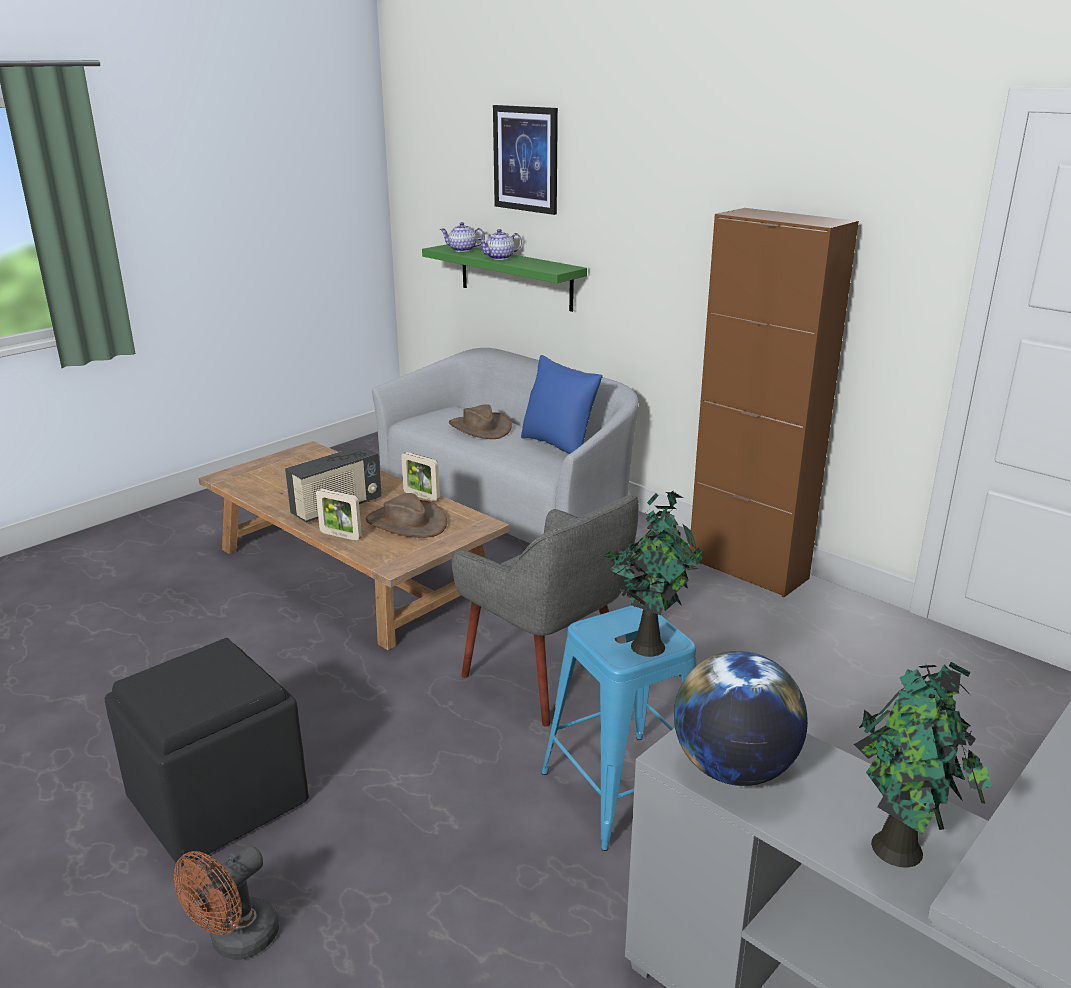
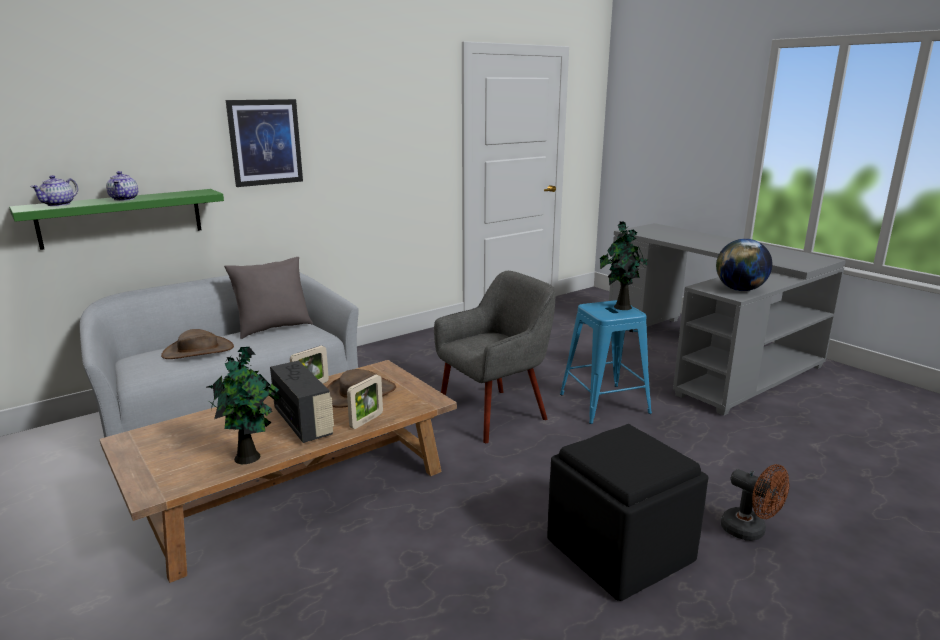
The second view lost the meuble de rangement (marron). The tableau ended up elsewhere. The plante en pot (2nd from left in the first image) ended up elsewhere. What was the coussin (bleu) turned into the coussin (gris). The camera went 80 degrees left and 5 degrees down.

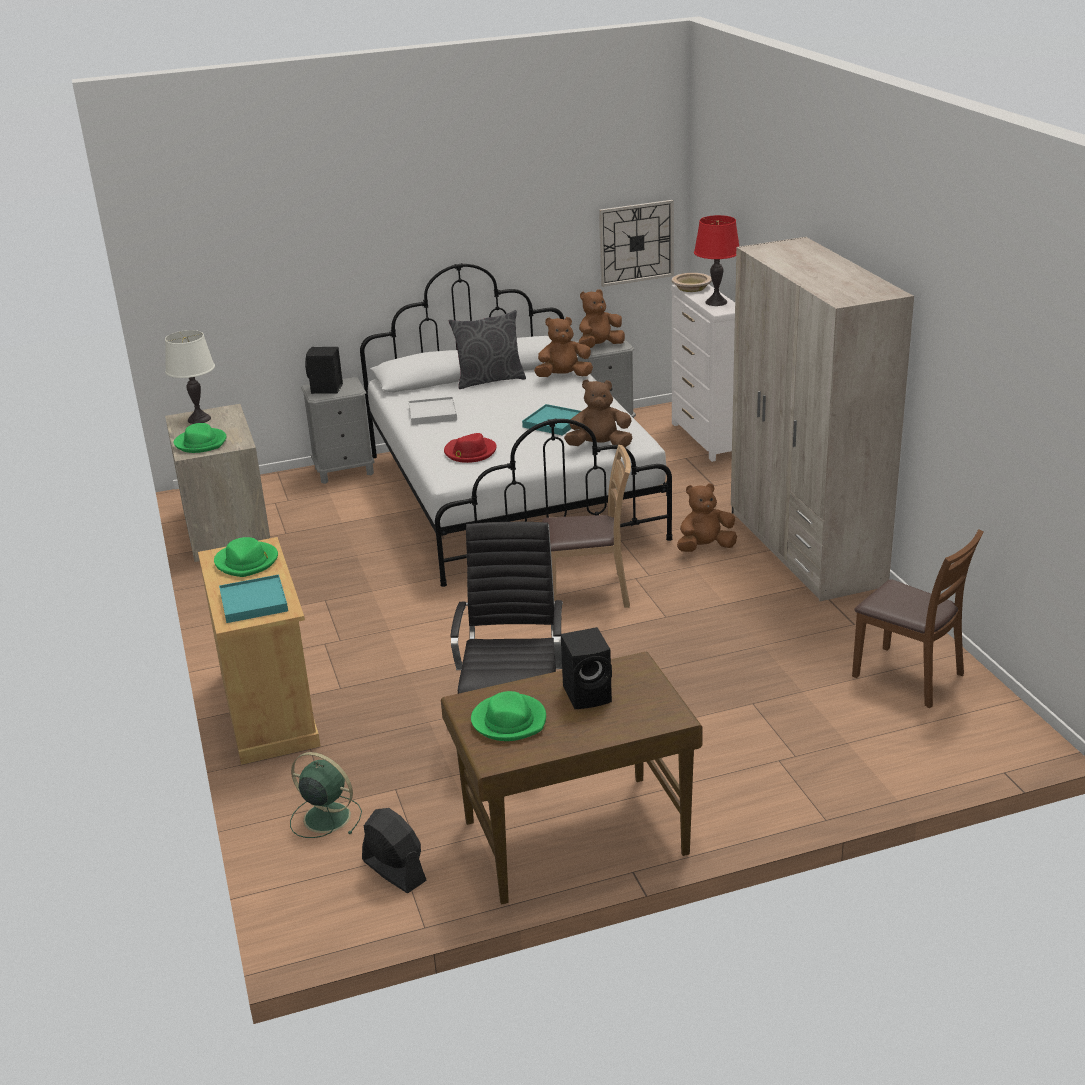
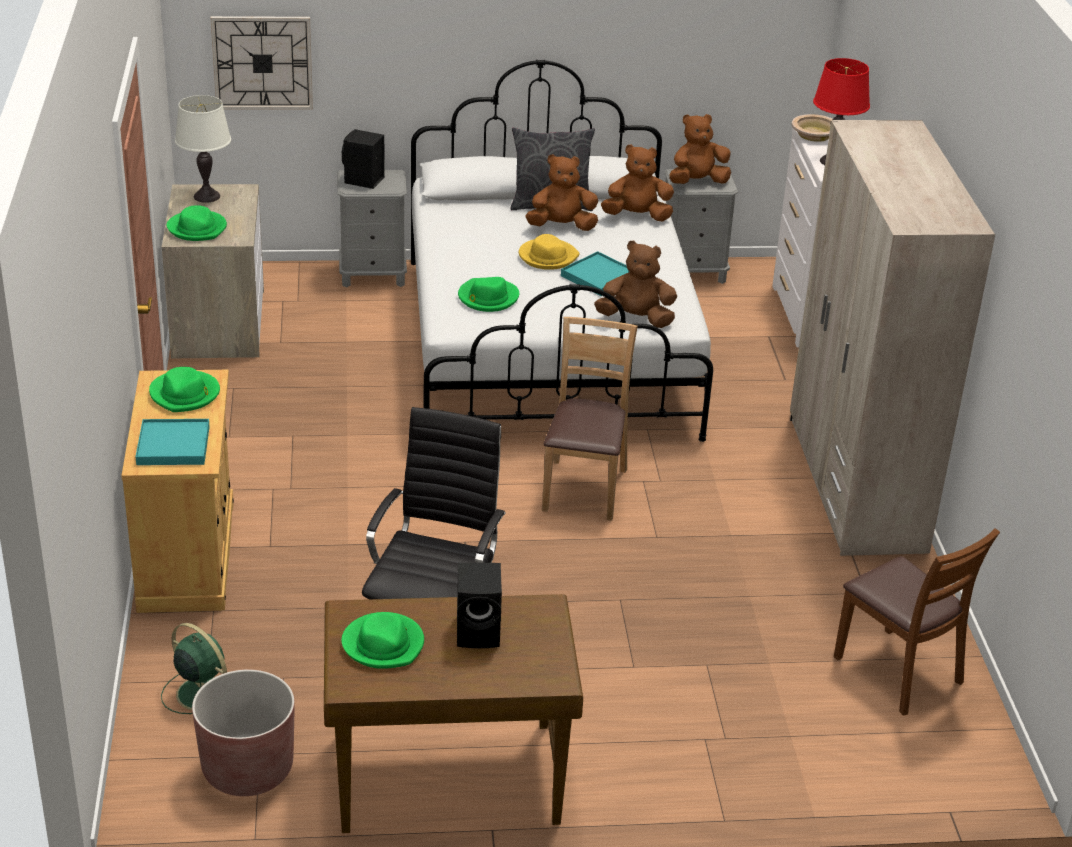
The second view lost the plateau (blanc). The second view gained the chapeau (jaune). The horloge murale ended up elsewhere. The peluche (marron) (4th from left in the first image) ended up elsewhere. Where the ventilateur (noir) stood, the cache-pot (marron) came to stand. What was the chapeau (rouge) turned into the chapeau (vert) (4th from left). The chaise (marron) (1st from left) ended up facing another way, 90 degrees counterclockwise from before. The camera went 10 degrees right and 5 degrees up.

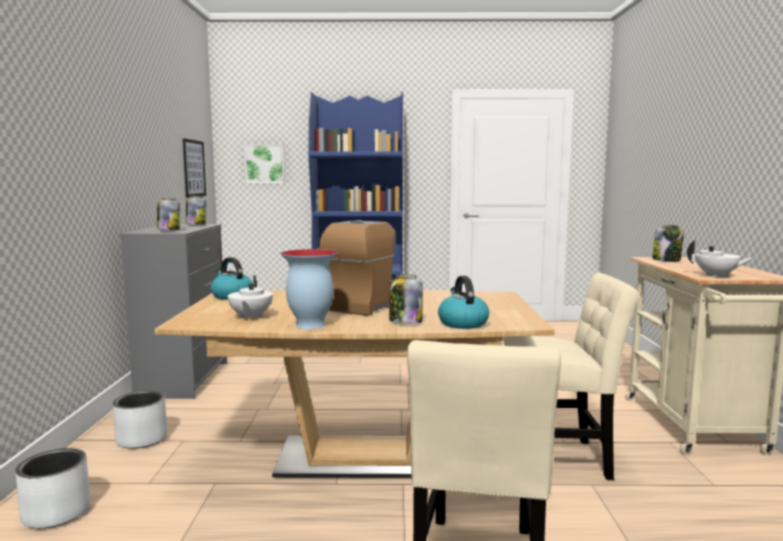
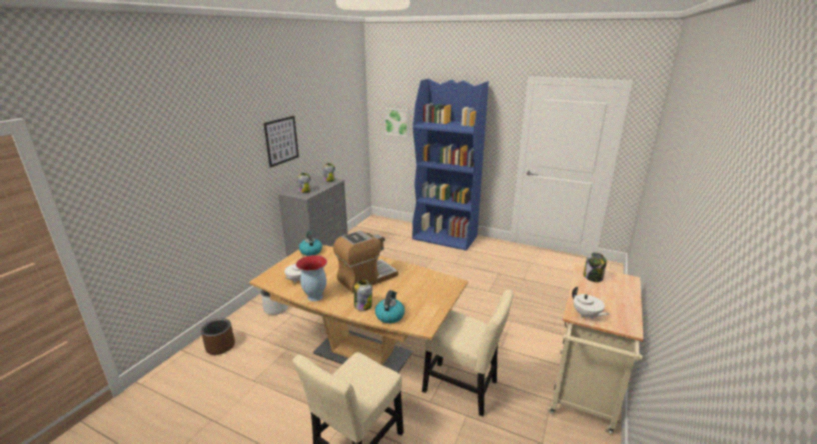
The tableau (1st from left) ended up elsewhere. What was the cache-pot (gris) (1st from left) turned into the cache-pot (marron). The camera went 25 degrees right and 15 degrees up.

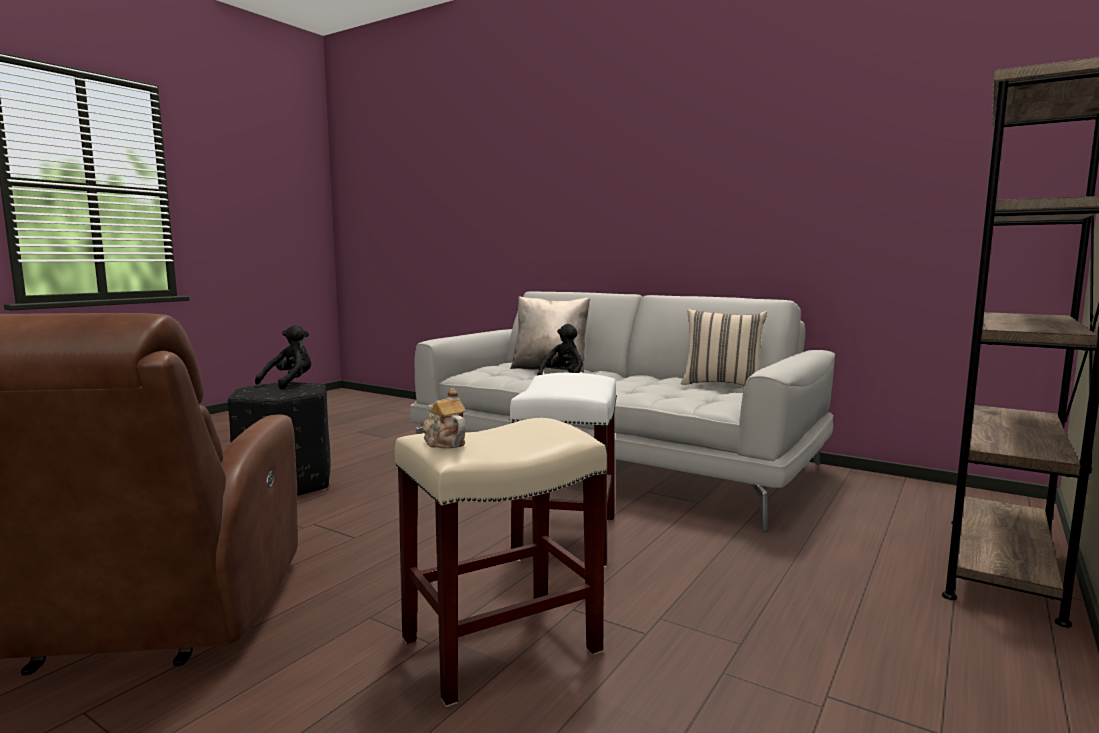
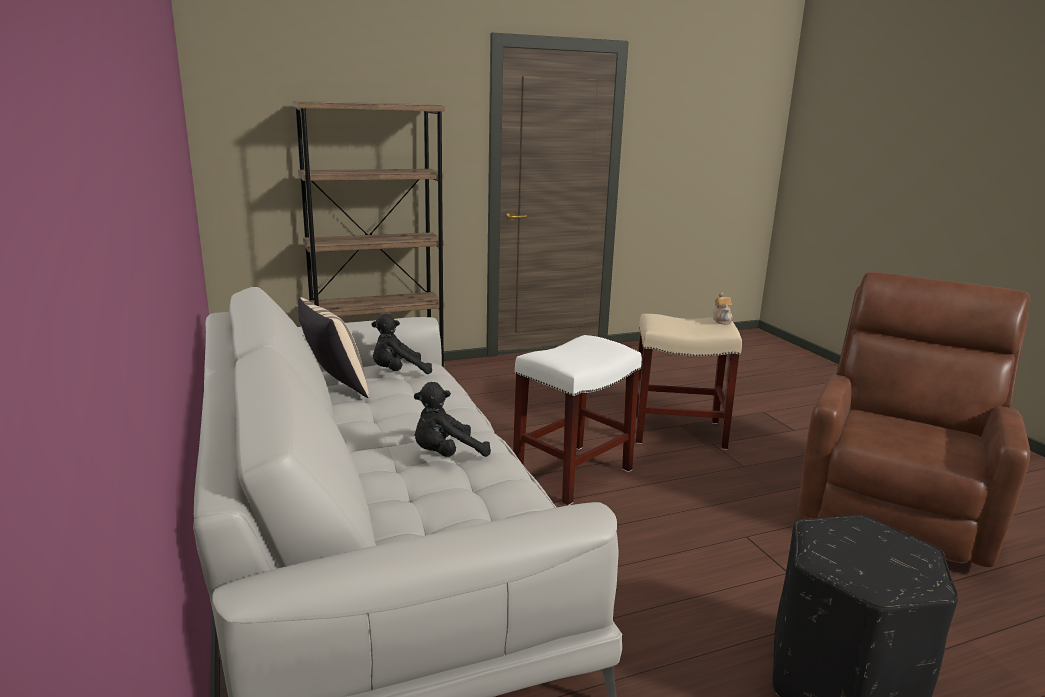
The second view lost the coussin (beige) (1st from left). The peluche (noir) (1st from left) ended up elsewhere. The camera went 145 degrees left and 10 degrees up.

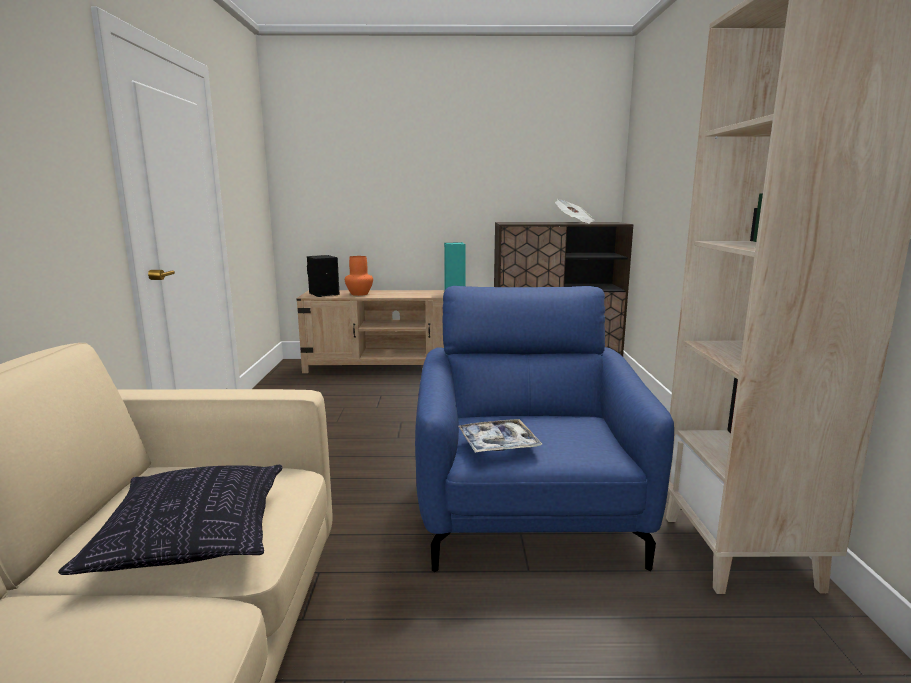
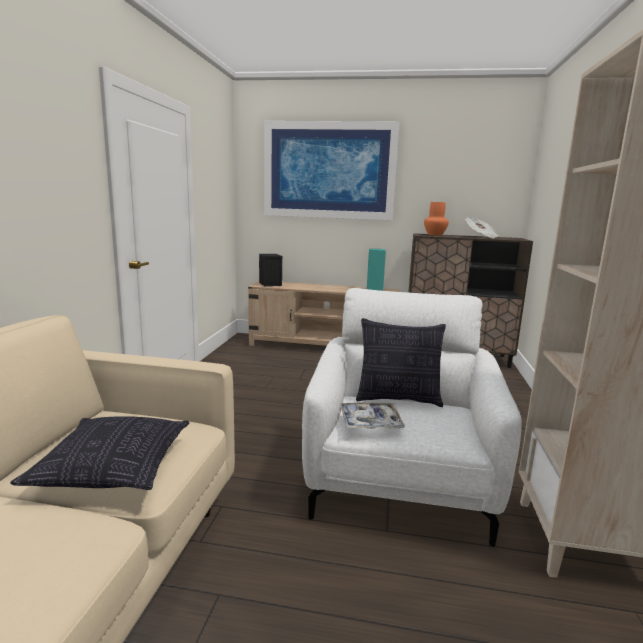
The second view gained the tableau. The second view gained the coussin (2nd from left). The vase (orange) ended up elsewhere. What was the fauteuil (bleu) turned into the fauteuil (blanc). The camera went 10 degrees right and 0 degrees up.

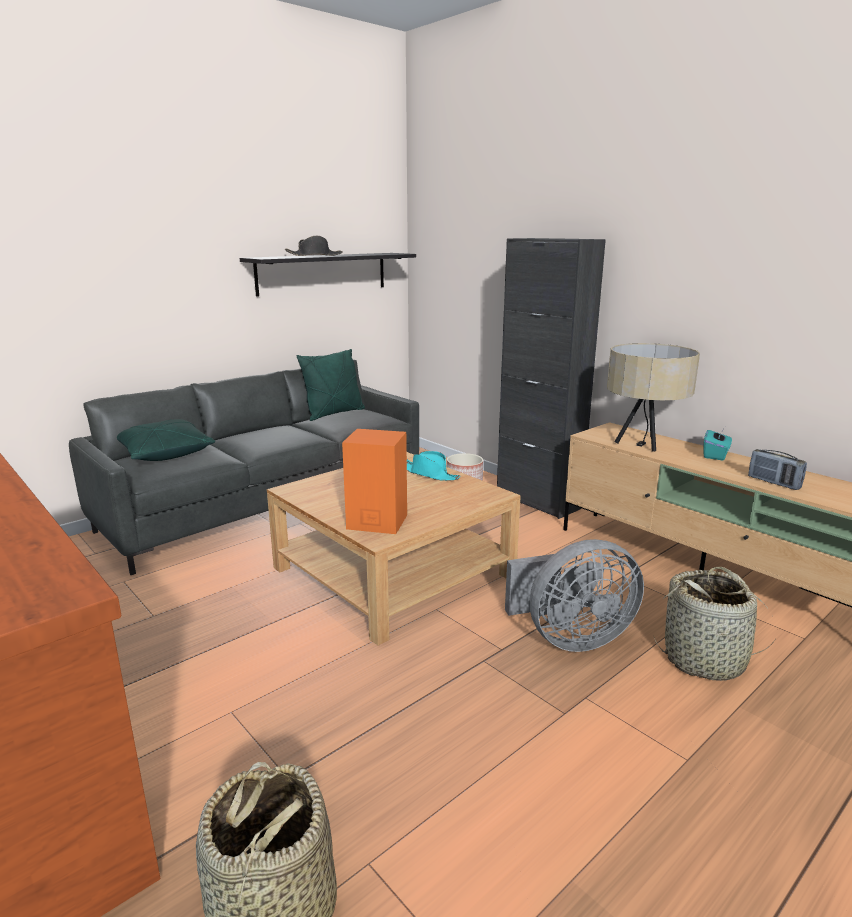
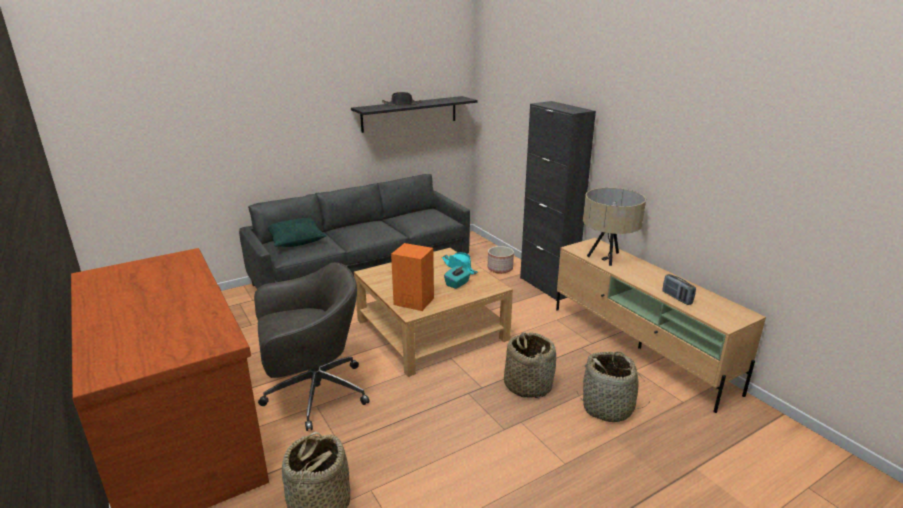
The second view lost the coussin (vert) (2nd from left). The second view gained the chaise de bureau (gris). The boîte à mouchoirs (turquoise) ended up elsewhere. Where the ventilateur (gris) stood, the panier (2nd from left) came to stand. The camera went 10 degrees right and 5 degrees up.

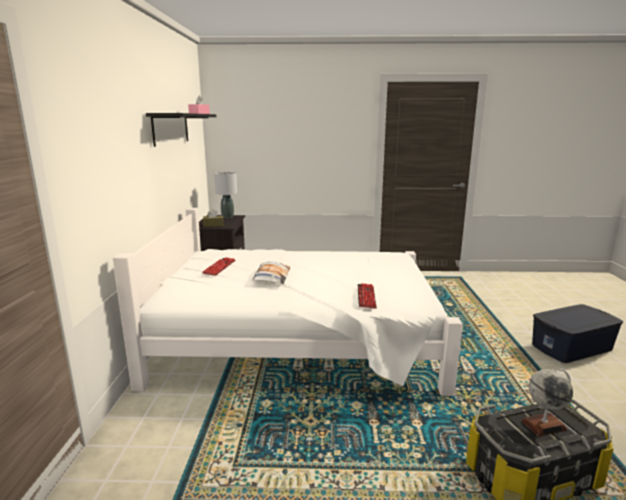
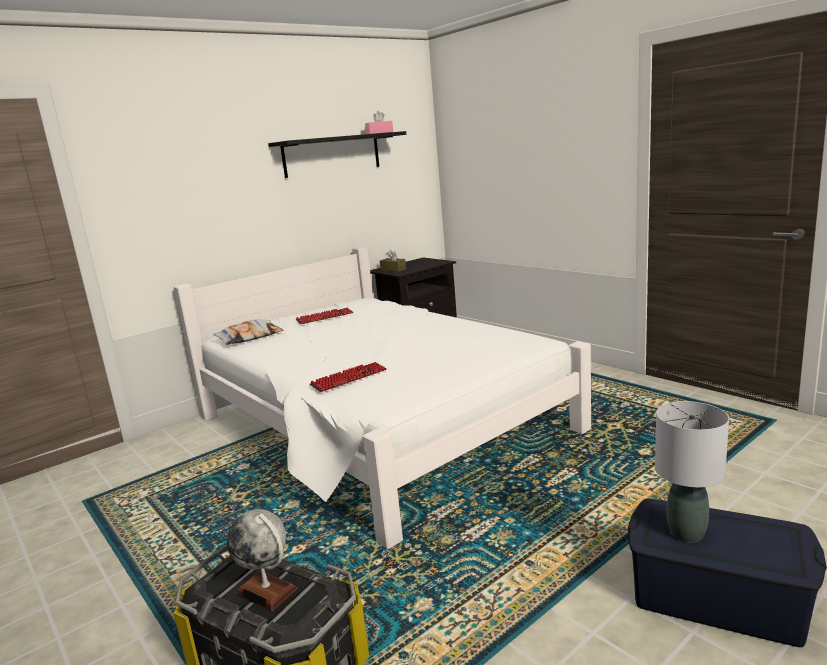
The lampe de table (gris) ended up elsewhere. The coussin ended up elsewhere. The camera went 50 degrees right and 0 degrees up.

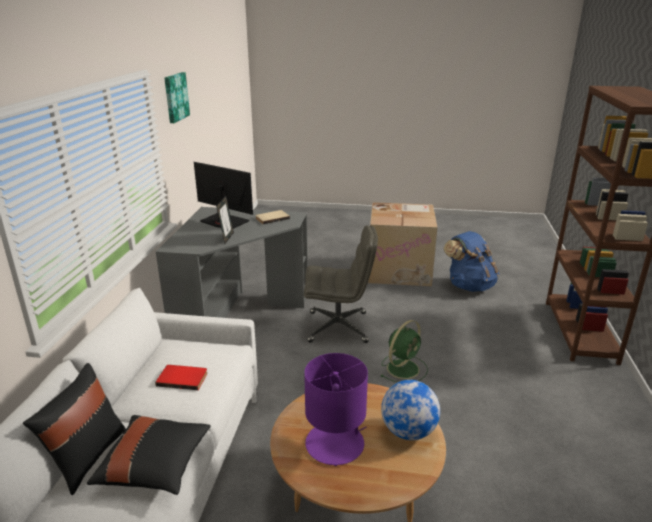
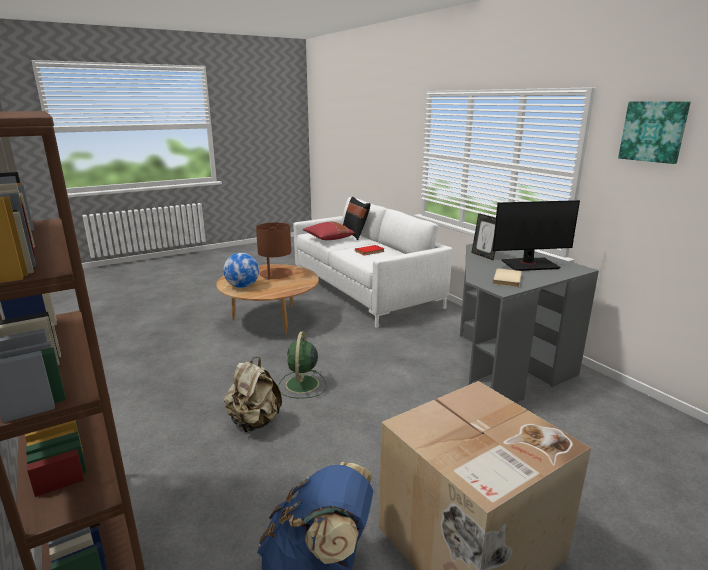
The second view lost the chaise de bureau (gris). The second view gained the sac à dos (beige). What was the coussin (noir) (2nd from left) turned into the coussin (rouge). What was the lampe de table (violet) turned into the lampe de table (marron). The camera went 140 degrees right and 5 degrees down.

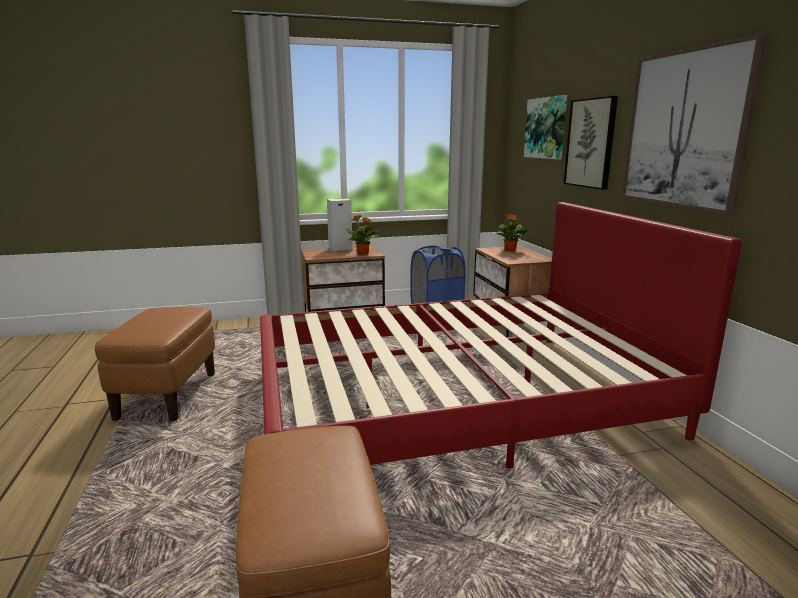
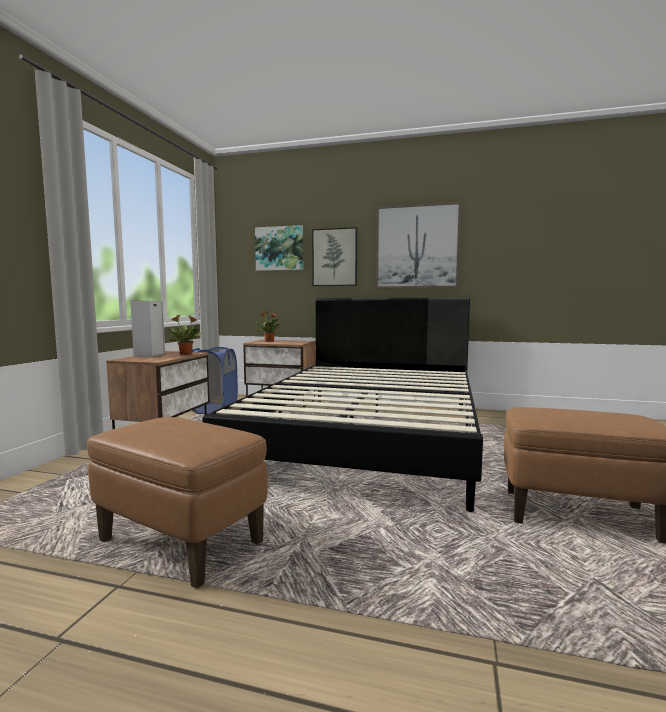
What was the lit (rouge) turned into the lit (noir). The camera went 60 degrees left and 10 degrees down.

